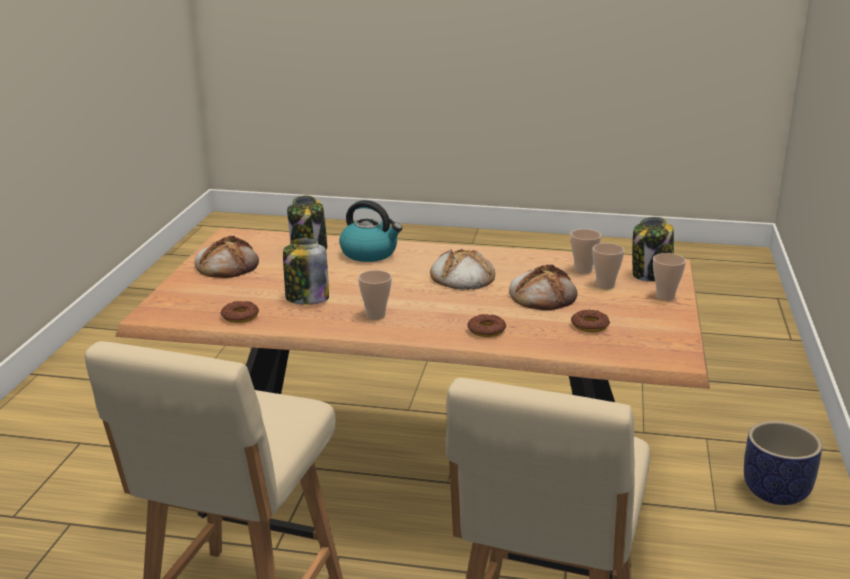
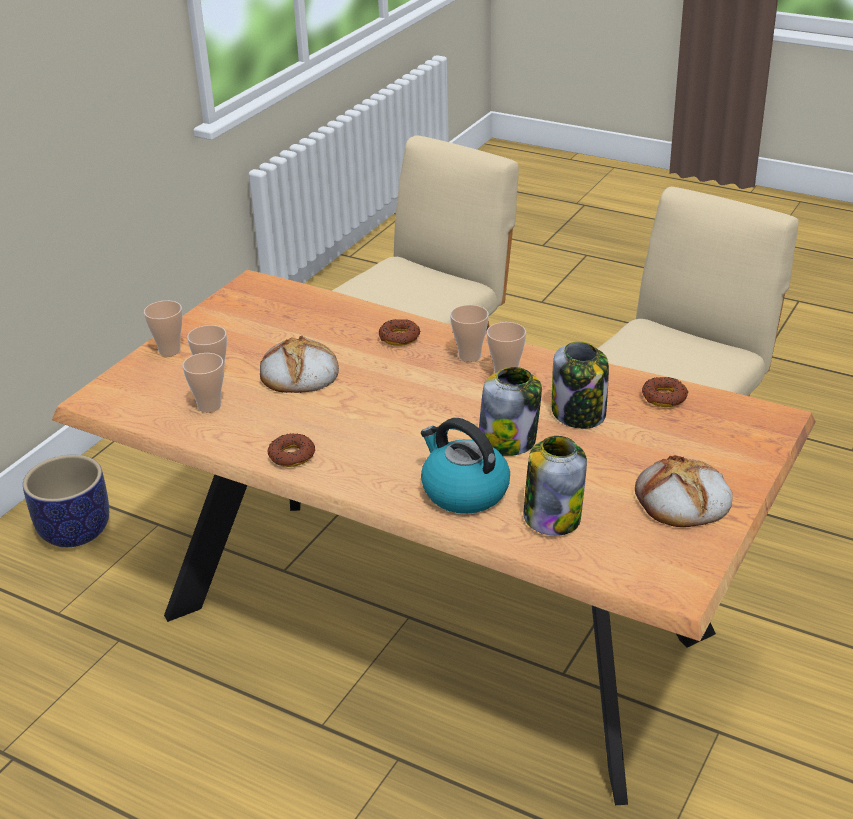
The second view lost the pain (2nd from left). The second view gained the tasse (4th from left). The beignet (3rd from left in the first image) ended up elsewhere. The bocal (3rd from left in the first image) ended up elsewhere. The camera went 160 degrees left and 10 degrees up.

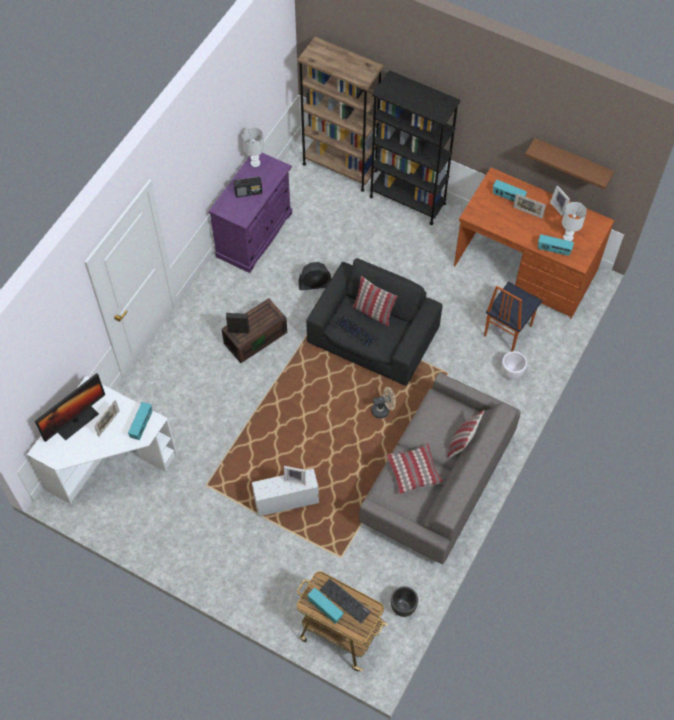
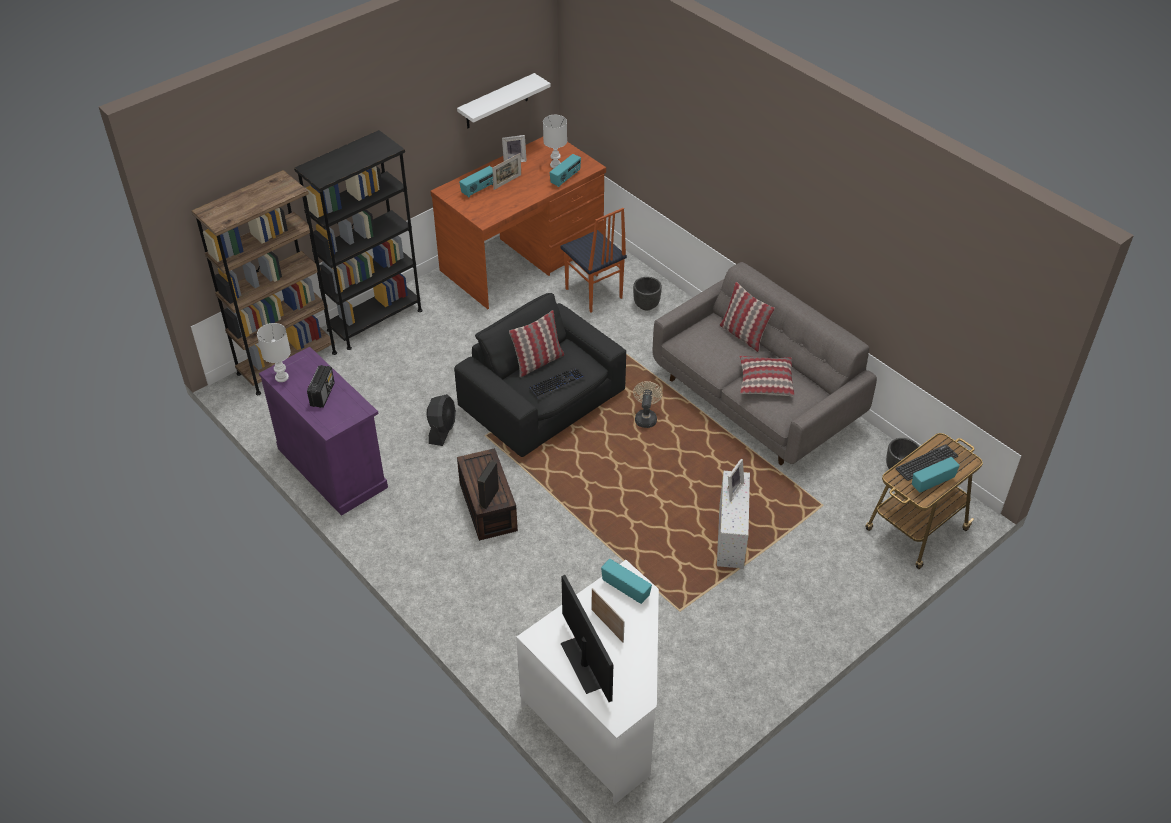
What was the cache-pot (blanc) turned into the cache-pot (noir) (1st from left). What was the étagère (marron) turned into the étagère (blanc). The camera went 70 degrees left and 15 degrees down.

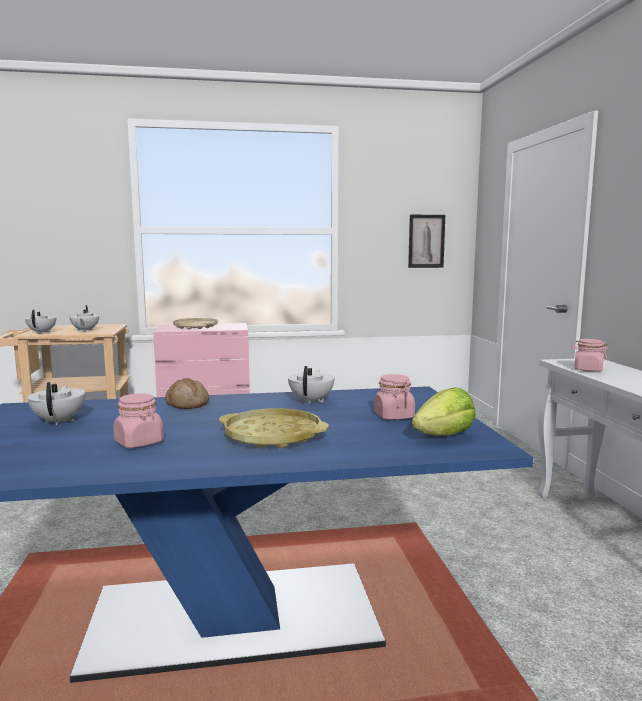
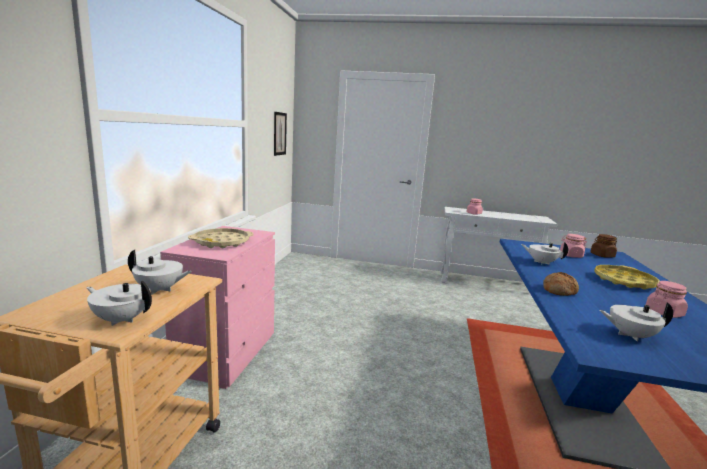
Where the laitue stood, the bocal (marron) came to stand. The camera went 70 degrees left and 5 degrees up.

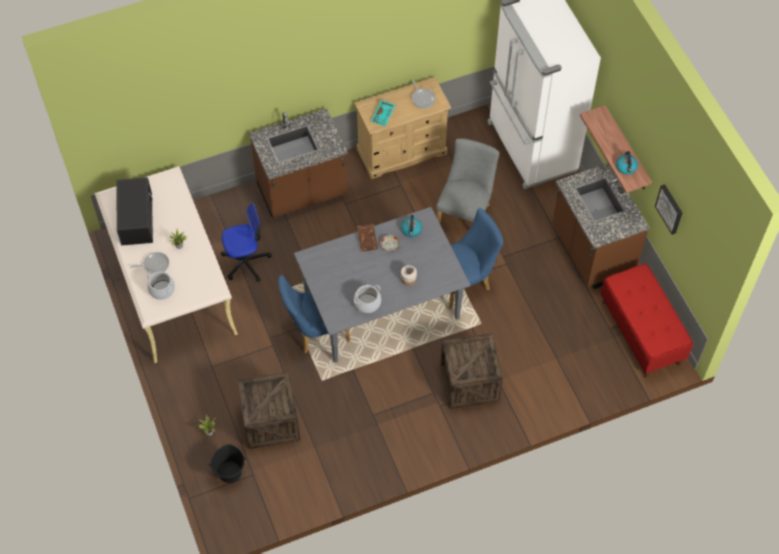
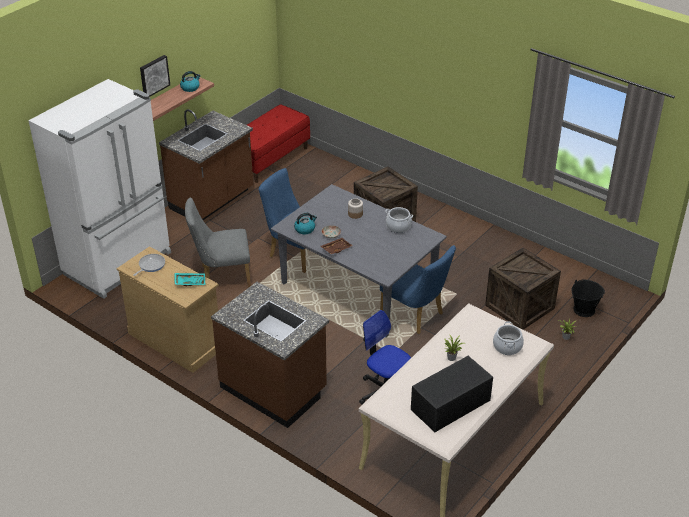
The second view lost the poêle (1st from left). The tableau ended up elsewhere. The camera went 120 degrees left and 20 degrees down.

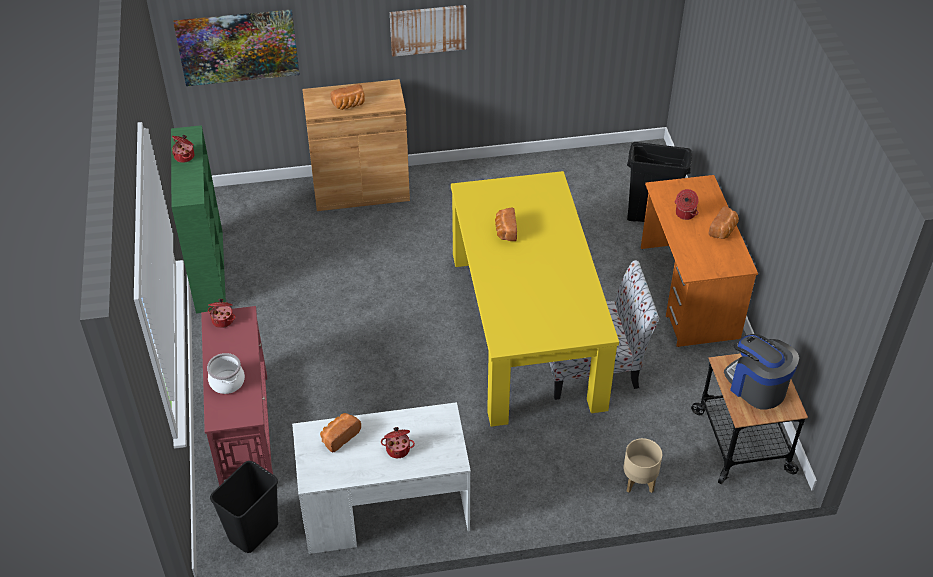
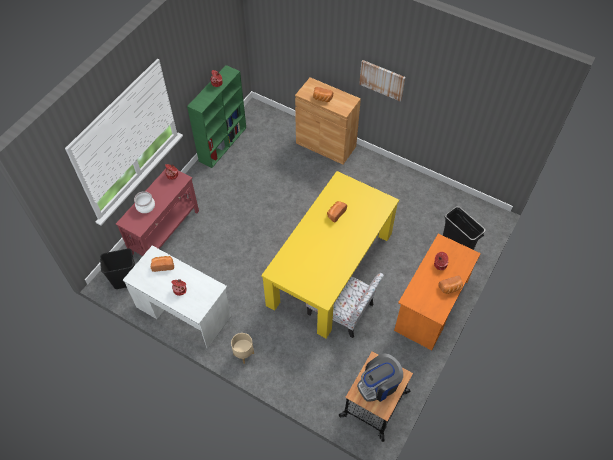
The second view lost the tableau (1st from left). The cache-pot (beige) ended up elsewhere. The machine à café ended up facing another way, 120 degrees counterclockwise from before. The camera went 40 degrees right and 10 degrees up.

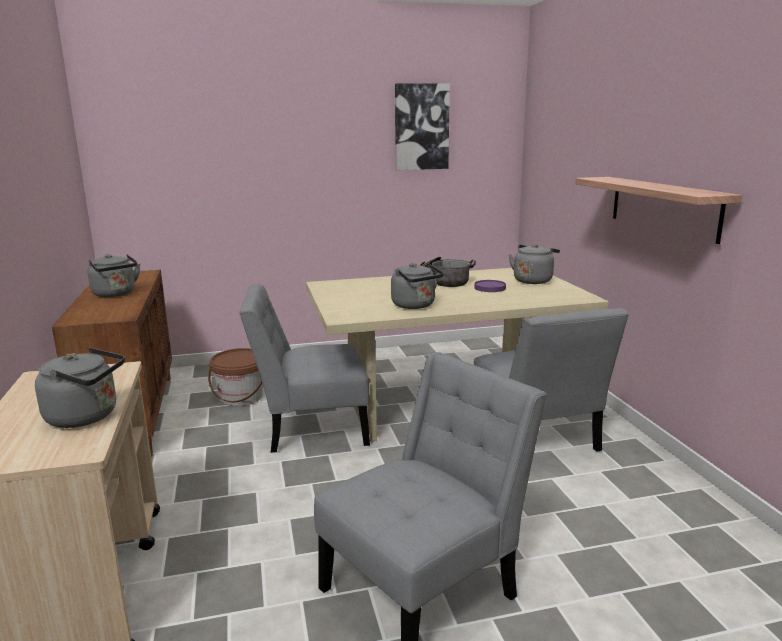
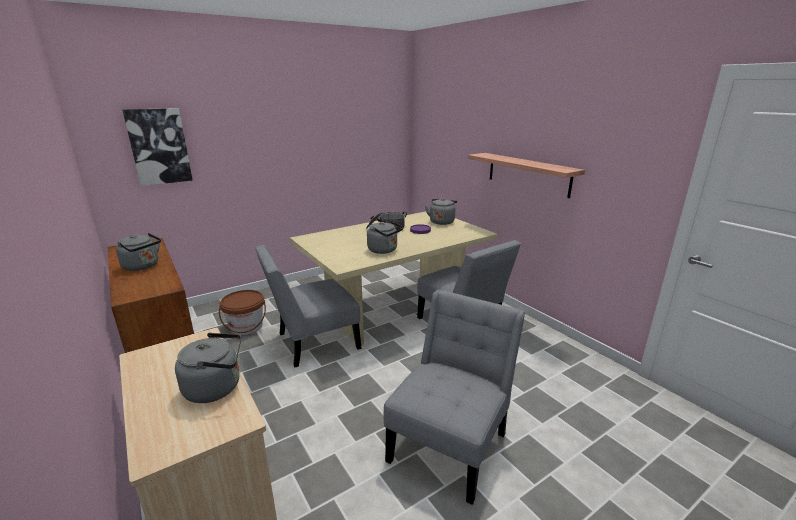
The tableau ended up elsewhere. The camera went 20 degrees left and 5 degrees up.

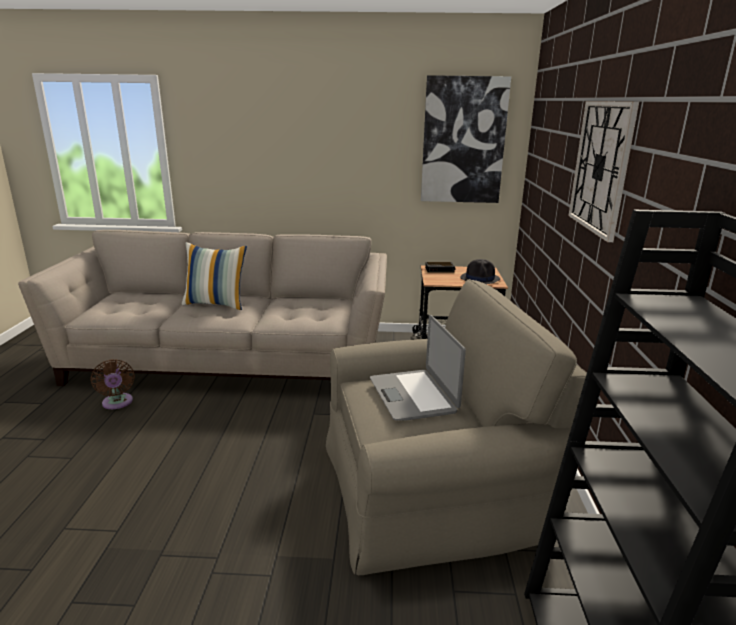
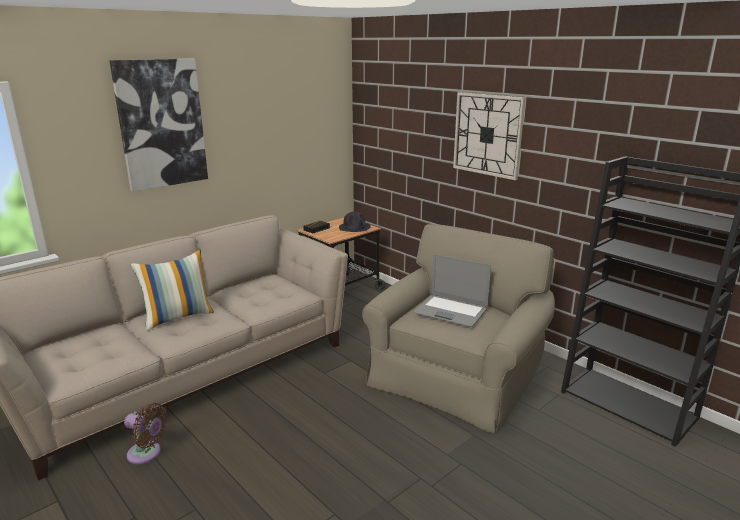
The tableau ended up elsewhere. The camera went 45 degrees left and 0 degrees up.

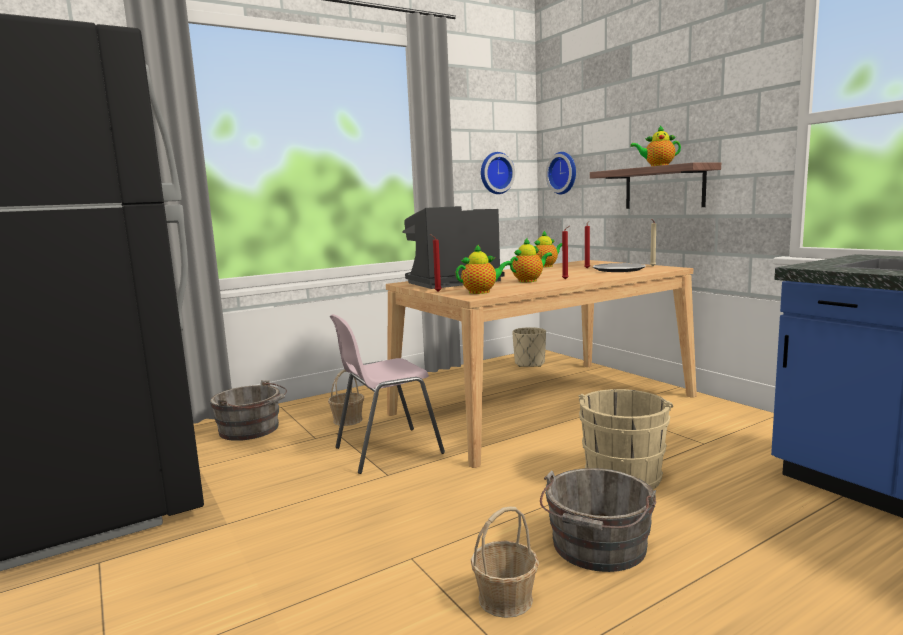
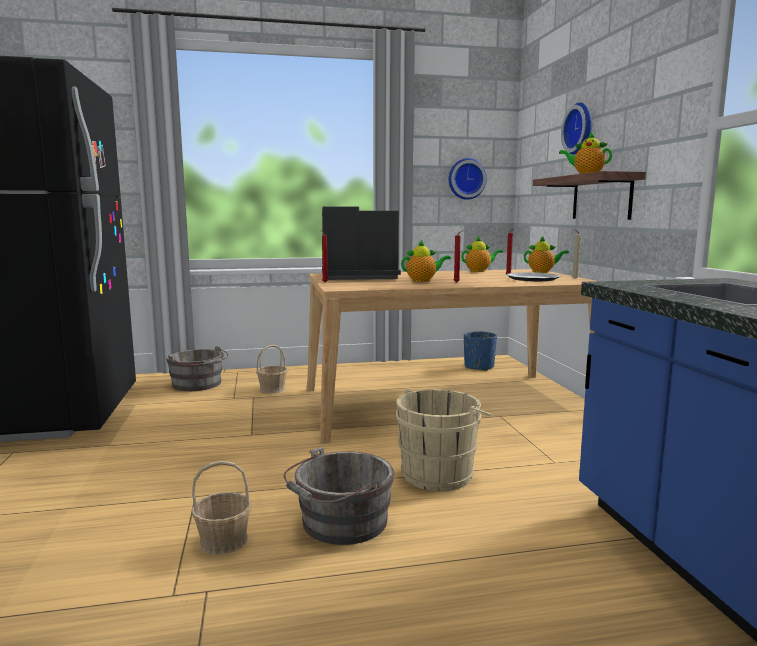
The second view lost the chaise (rose). The théière (1st from left in the first image) ended up elsewhere. The horloge murale (2nd from left) ended up elsewhere. What was the cache-pot (beige) turned into the cache-pot (bleu). The camera went 20 degrees right and 0 degrees up.

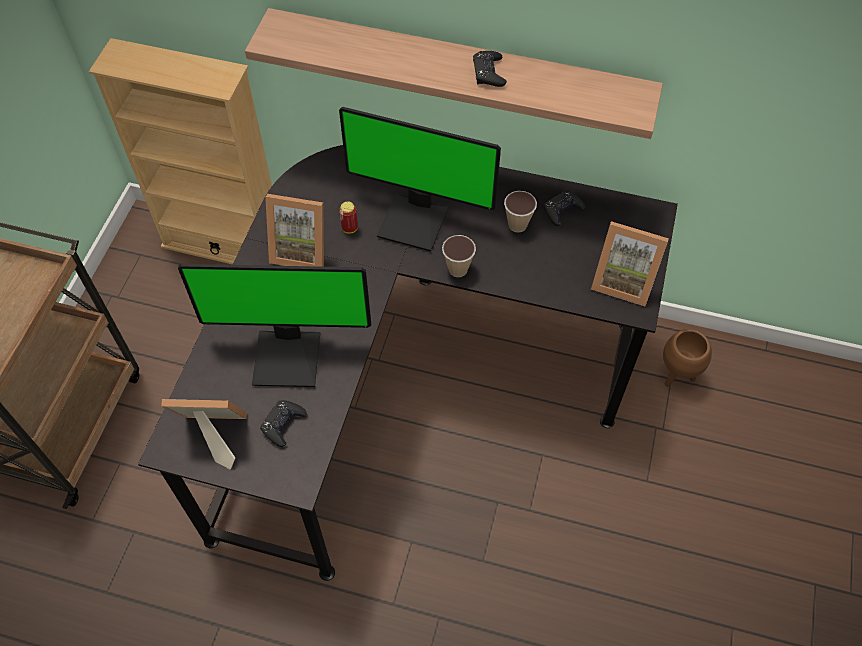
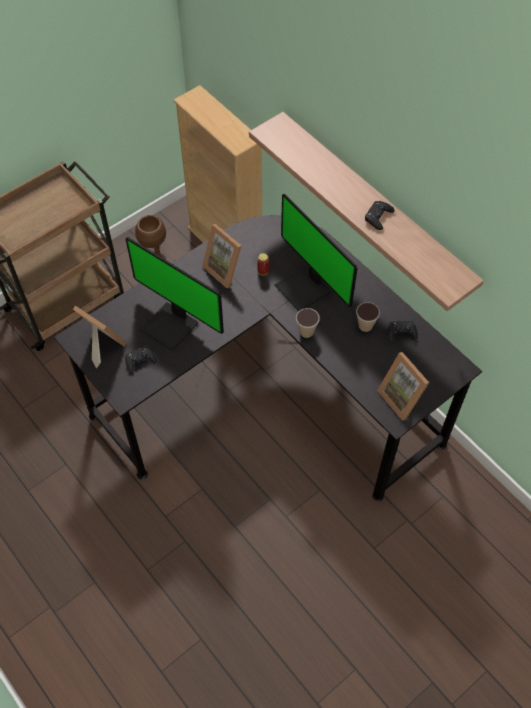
The cache-pot (marron) ended up elsewhere. The camera went 35 degrees right and 0 degrees up.

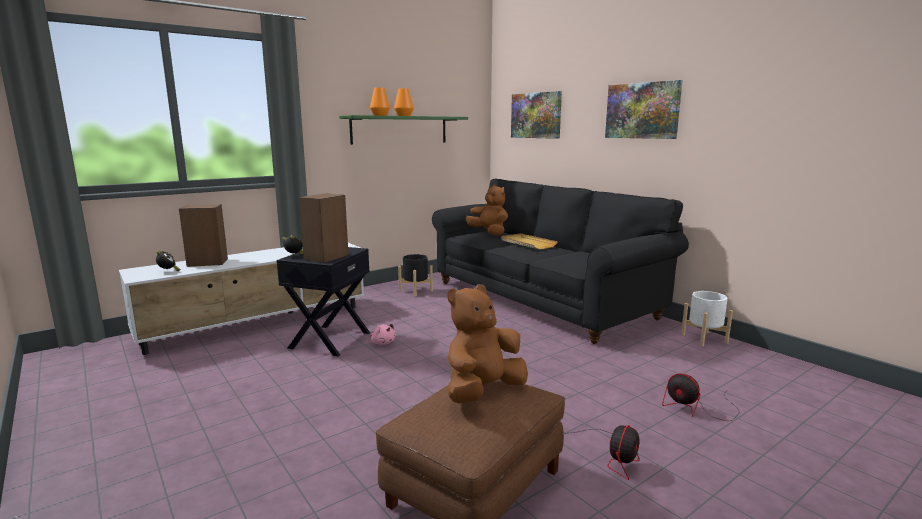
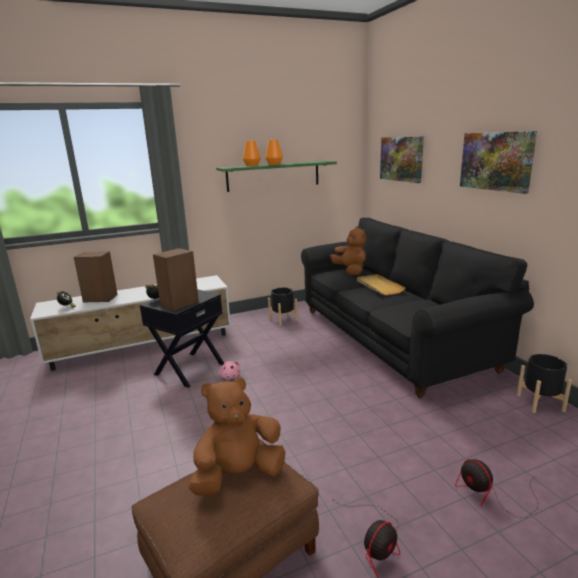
What was the cache-pot (blanc) turned into the cache-pot (noir) (2nd from left). The camera went 15 degrees right and 5 degrees up.

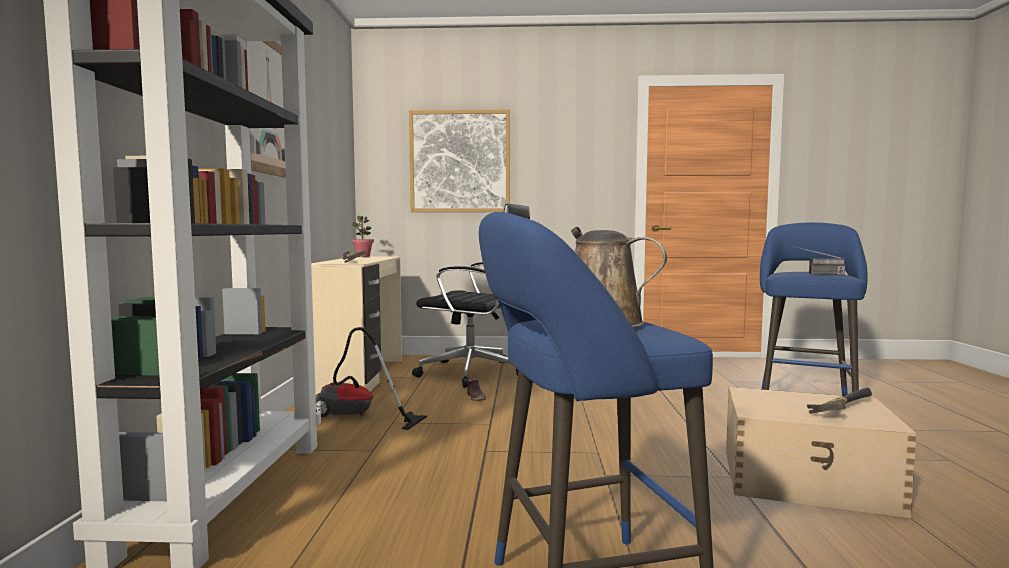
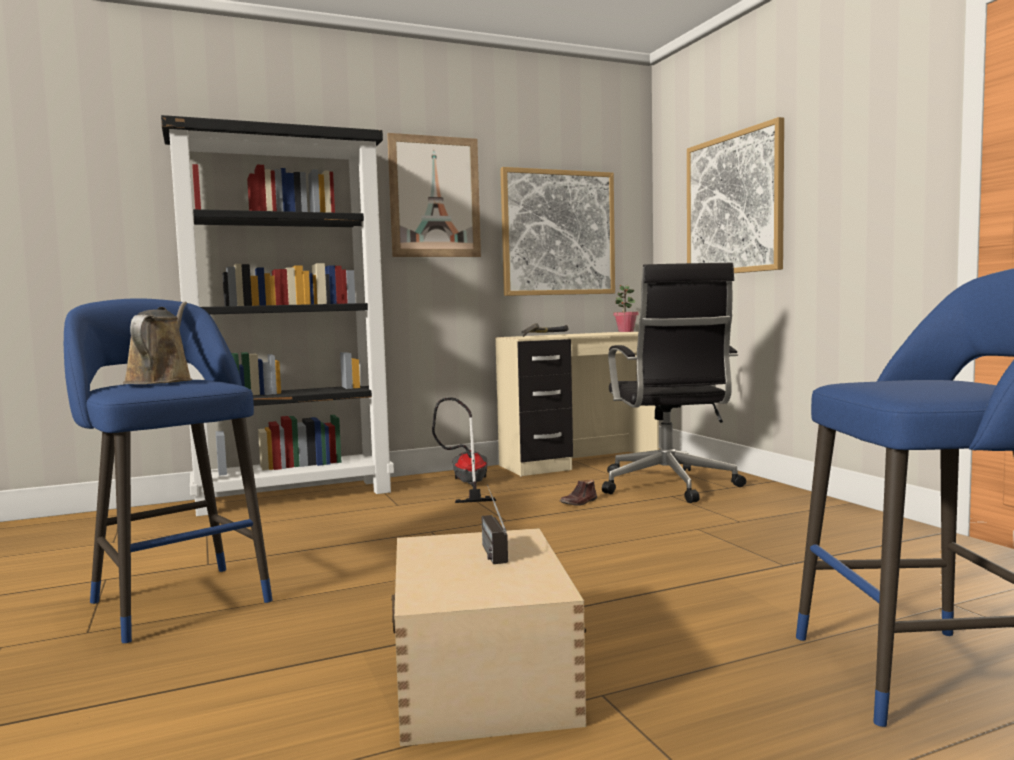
The second view lost the marteau (2nd from left). The second view gained the tableau (2nd from left). The radio ended up elsewhere. The camera went 65 degrees right and 0 degrees up.

